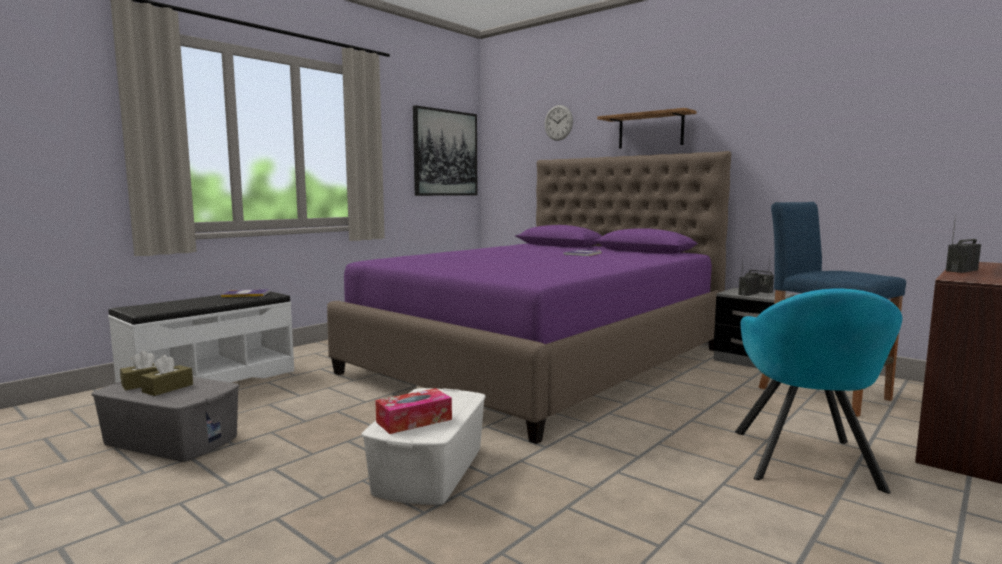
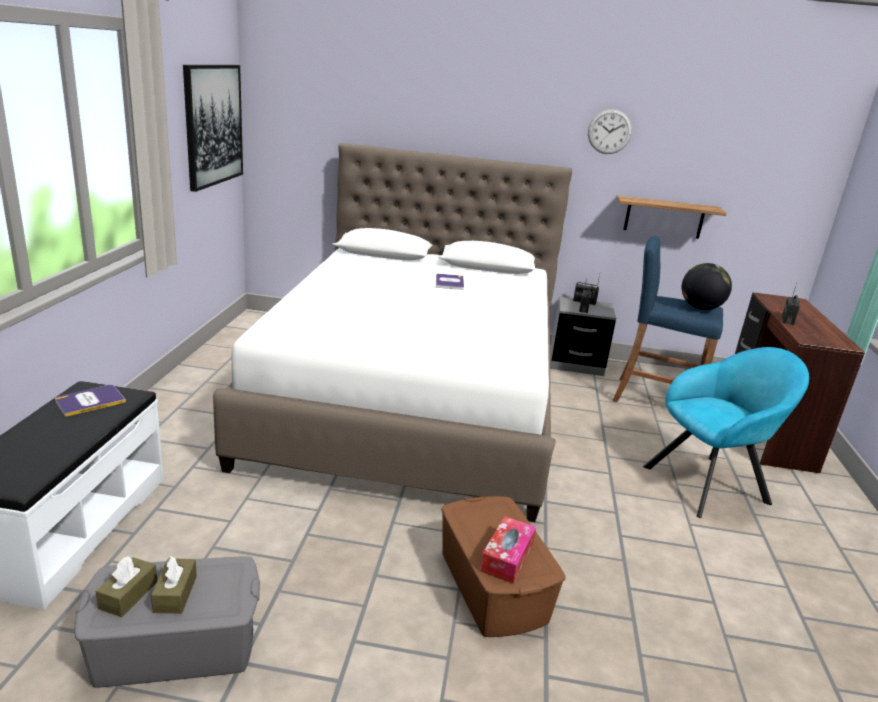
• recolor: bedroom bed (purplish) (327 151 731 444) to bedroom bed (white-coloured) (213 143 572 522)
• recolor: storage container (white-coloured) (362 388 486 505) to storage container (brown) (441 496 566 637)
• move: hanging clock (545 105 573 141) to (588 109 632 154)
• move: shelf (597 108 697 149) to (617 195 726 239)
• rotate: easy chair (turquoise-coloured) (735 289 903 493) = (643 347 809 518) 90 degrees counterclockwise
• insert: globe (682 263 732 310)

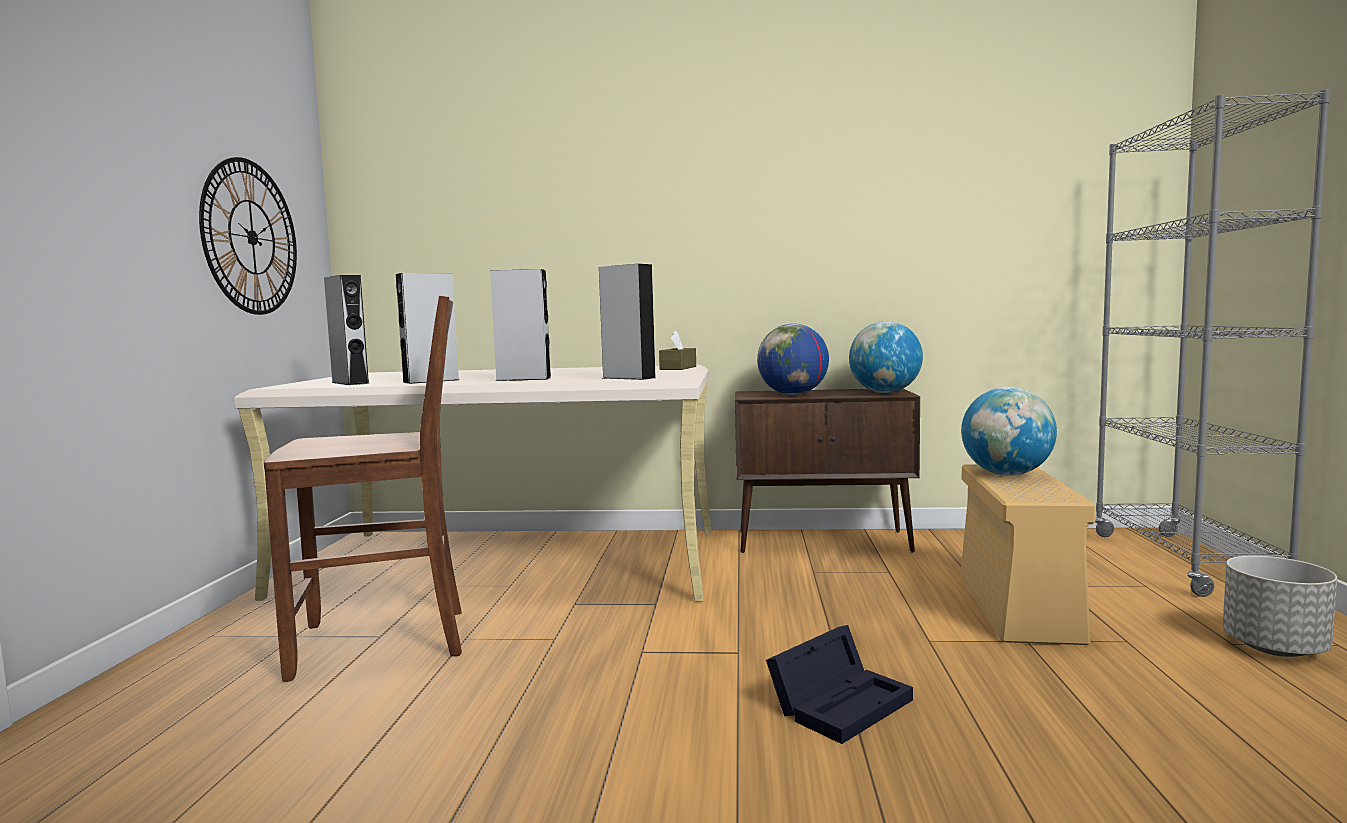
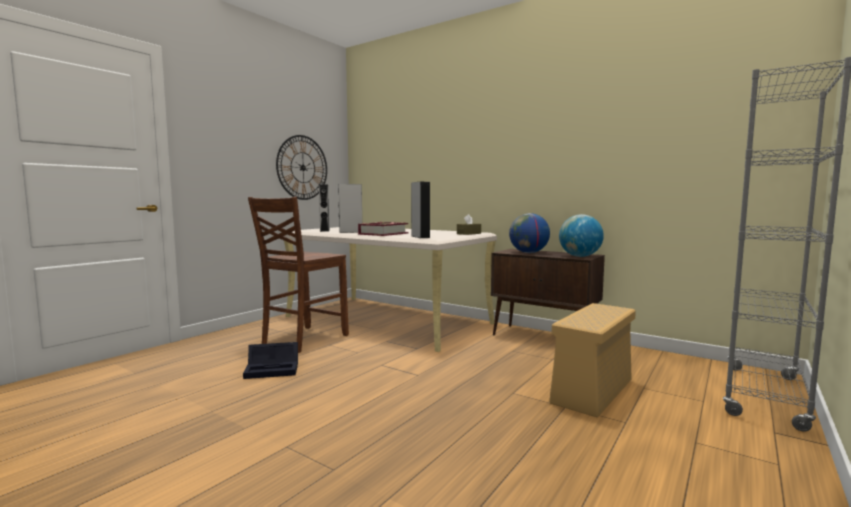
• rotate: upright chair (brown) (264 296 462 682) = (248 197 349 353) 105 degrees clockwise
• replace: audio speaker (gray) (490 269 551 381) to book (358 222 408 236)
• move: storage container (blackish) (766 625 913 744) to (243 342 298 379)
• delete: globe (961 387 1057 476)
• delete: flower pot (gray) (1223 556 1337 657)

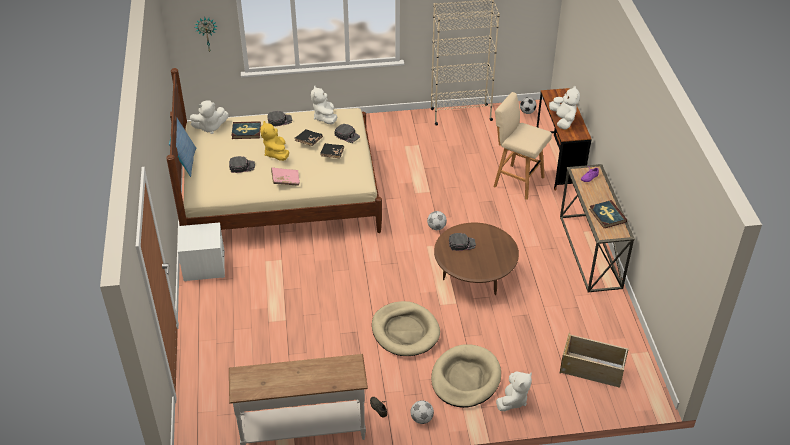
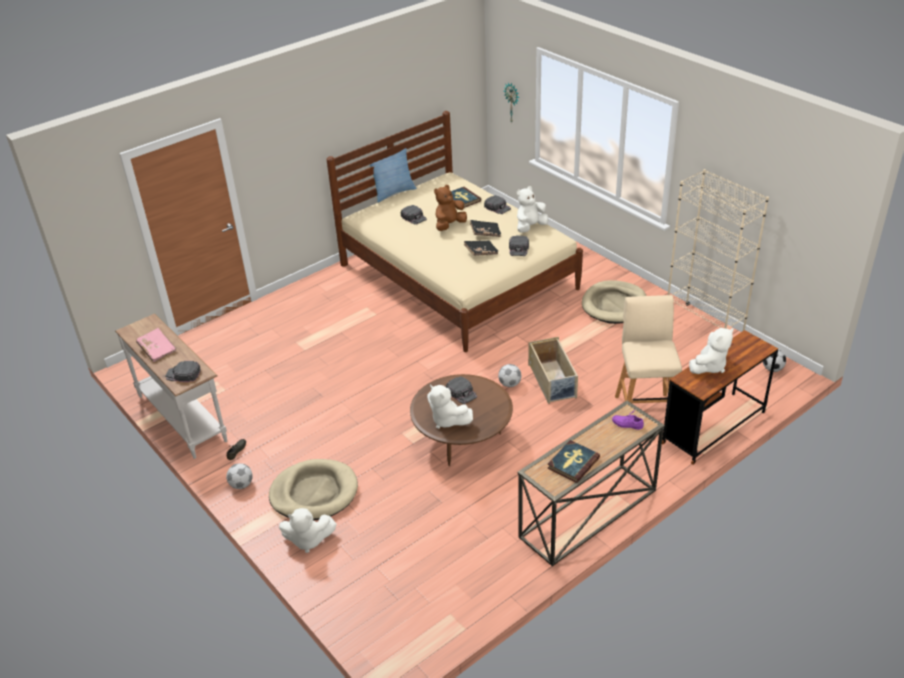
• delete: night table (white-coloured) (178 222 225 281)
• move: cuddly toy (white-coloured) (190 100 229 134) to (427 385 473 429)
• recolor: cuddly toy (yellow-coloured) (260 121 289 161) to cuddly toy (brown) (434 185 467 231)
• move: book (pink-coloured) (271 167 300 186) to (136 328 176 362)
• move: dog cushion (beige) (372 301 440 356) to (582 280 646 324)
• move: storage container (beige) (559 333 629 388) to (528 337 578 404)
• insert: peaked cap (blackish) (165 361 200 382)

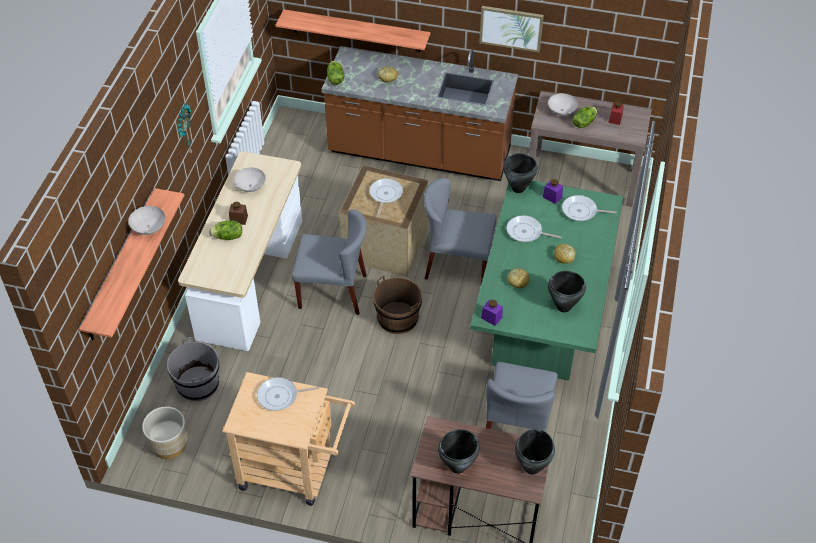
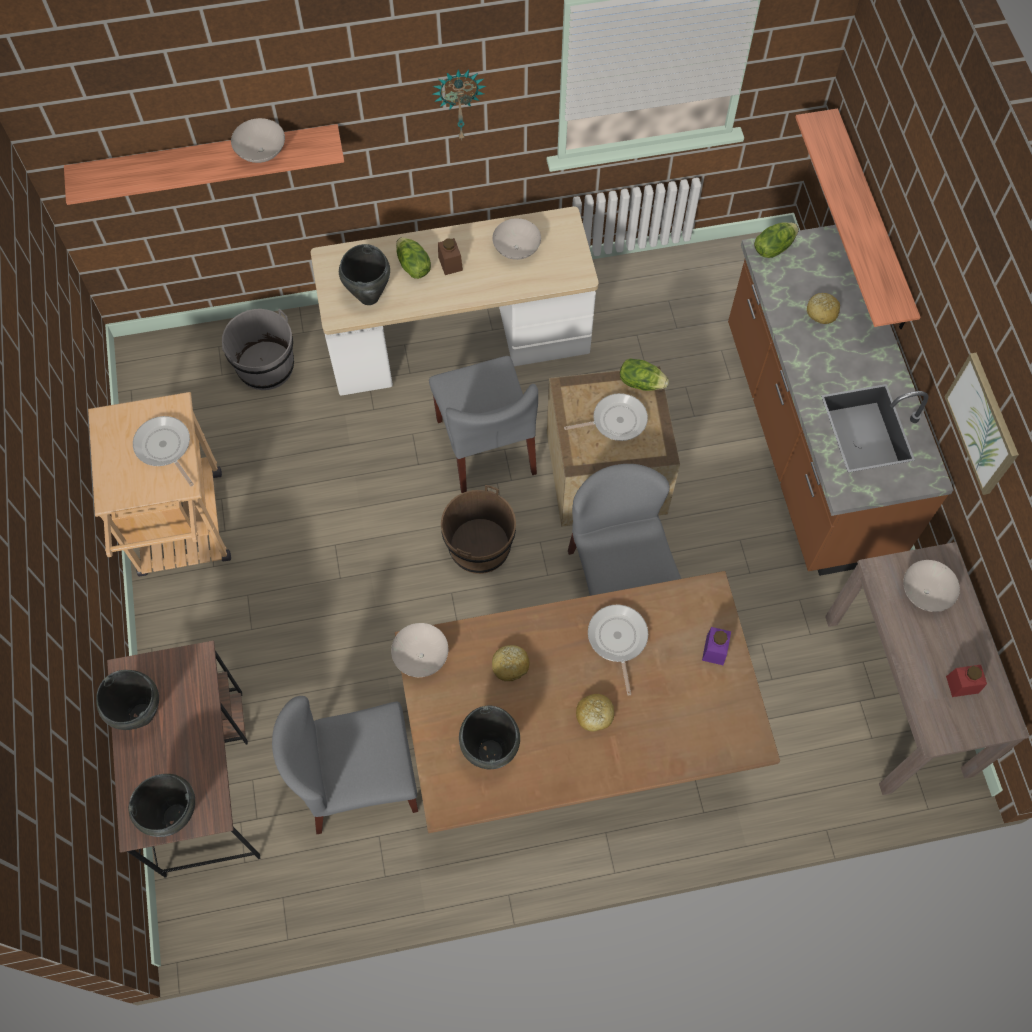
• delete: flower pot (beige) (142 407 188 459)
• recolor: dinner table (greenish) (470 181 623 381) to dinner table (brown) (395 571 780 833)
• replace: preserve jar (purplish) (481 300 503 326) to serving bowl (white-coloured) (391 623 448 677)
• move: saucepot (blackish) (503 153 538 193) to (339 244 390 305)
• delete: skillet (562 195 617 221)
• move: head of lettuce (573 107 597 128) to (620 358 669 391)

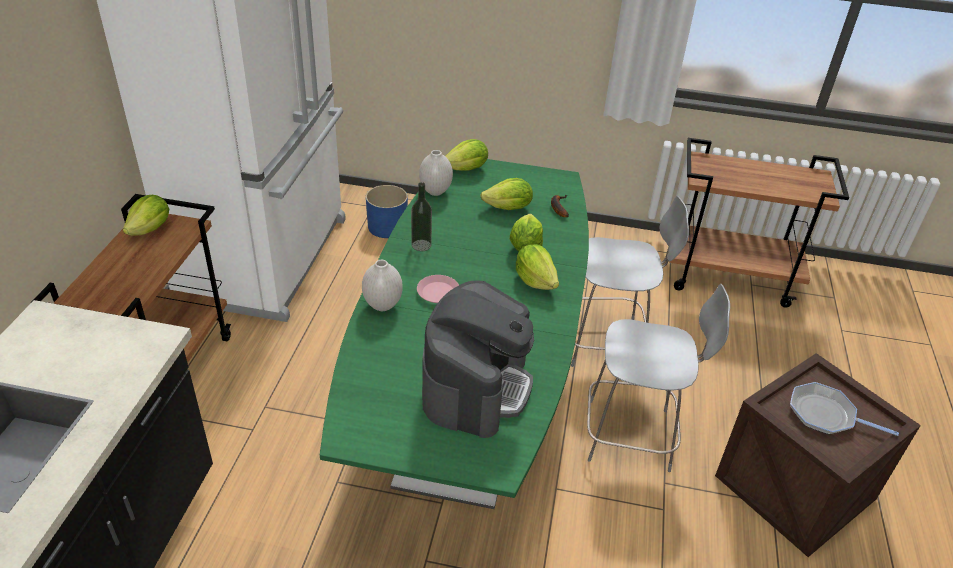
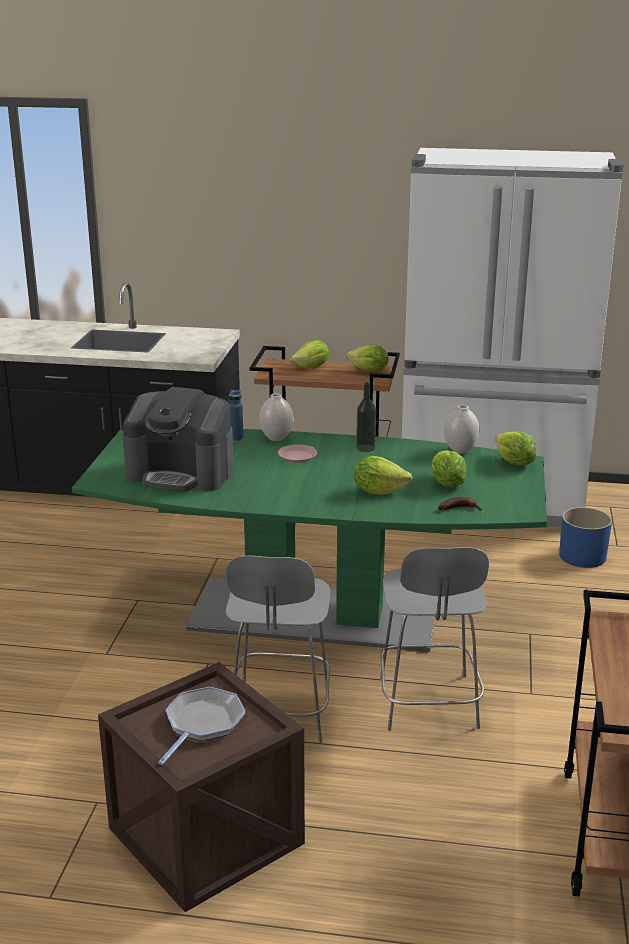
• move: head of lettuce (516 244 559 290) to (290 340 329 368)
• insert: beverage bottle (bluish) (228 390 244 442)

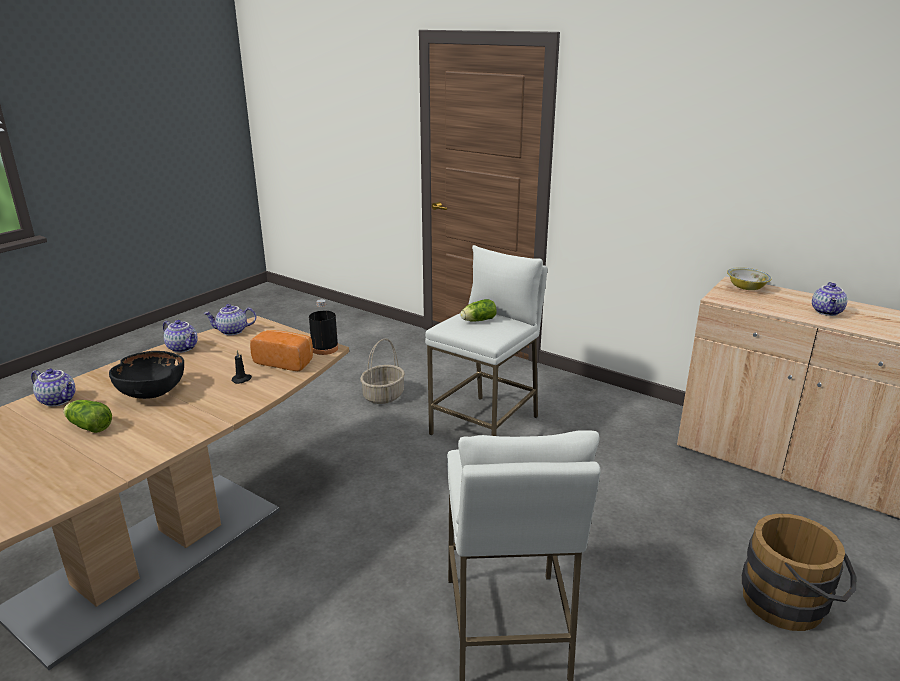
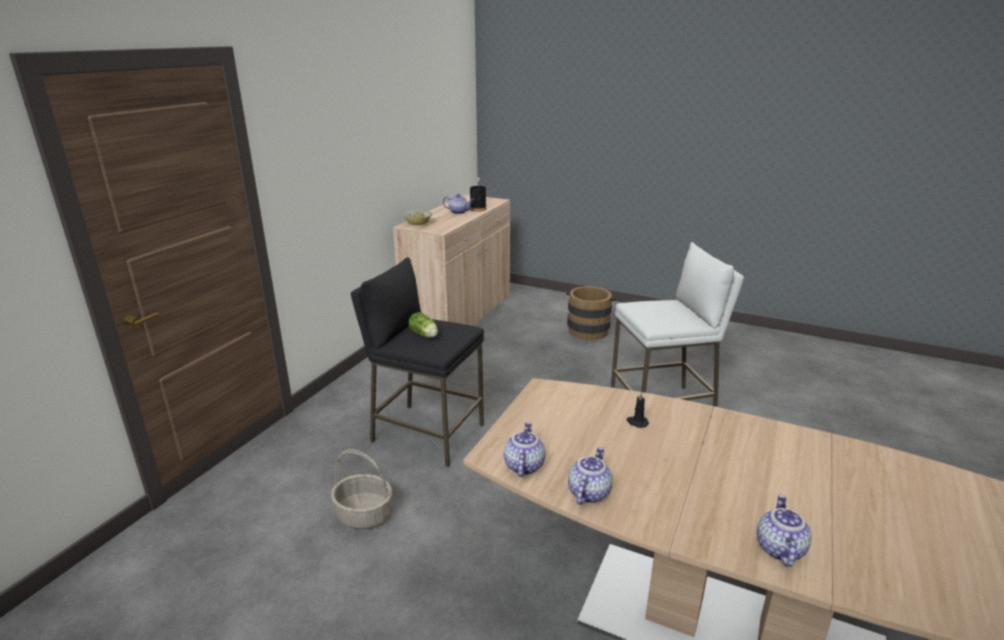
• delete: head of lettuce (63 400 112 433)
• delete: serving bowl (blackish) (109 351 184 399)
• rotate: pot for tea (204 304 256 335) = (504 422 545 477) 150 degrees counterclockwise
• delete: bread (250 330 313 371)
• move: beverage bottle (blackish) (309 299 339 355) to (470 178 486 212)
• recolor: sitting stool (white-coloured) (425 245 548 436) to sitting stool (blackish) (351 257 484 467)

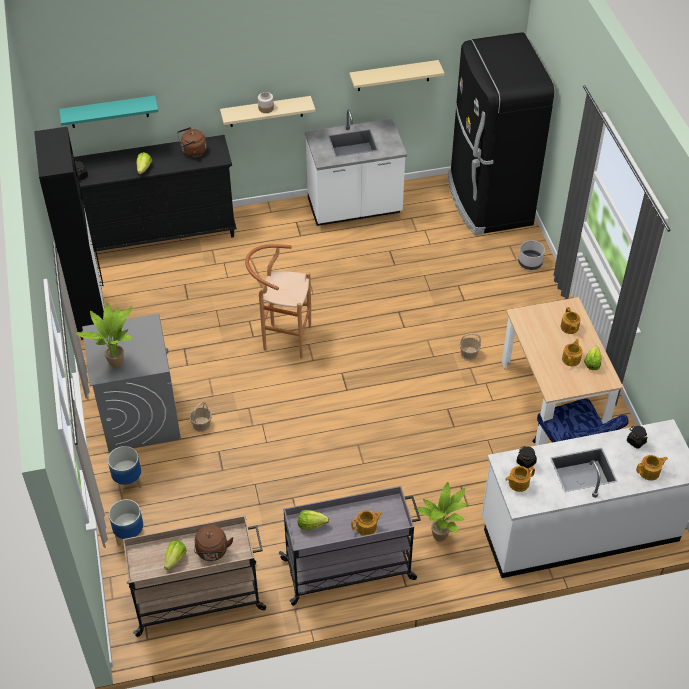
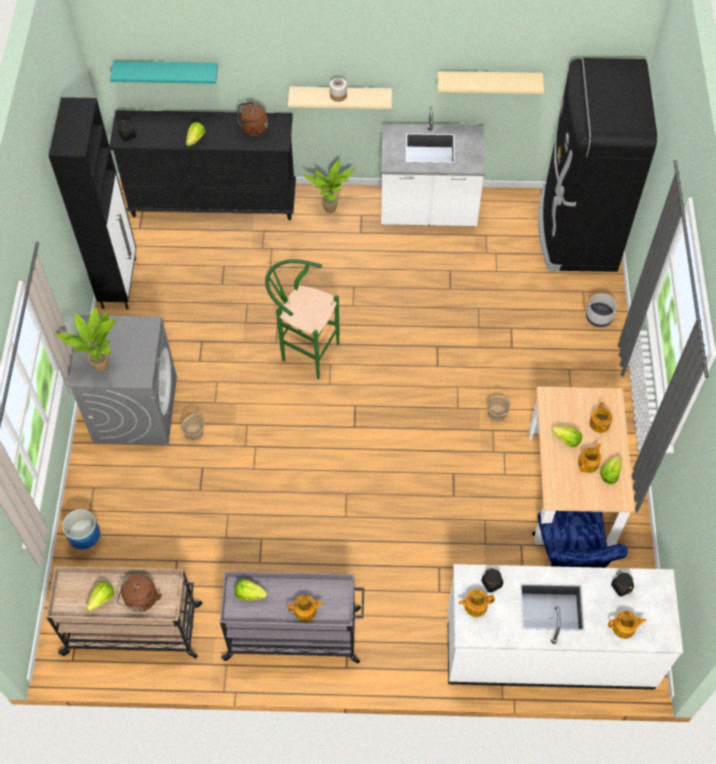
• delete: flower pot (108 446 142 494)
• recolor: sitting stool (brown) (245 244 311 358) to sitting stool (greenish) (265 259 339 379)
• move: potted plant (414 482 468 541) to (303 159 354 213)
• insert: head of lettuce (552 426 582 447)

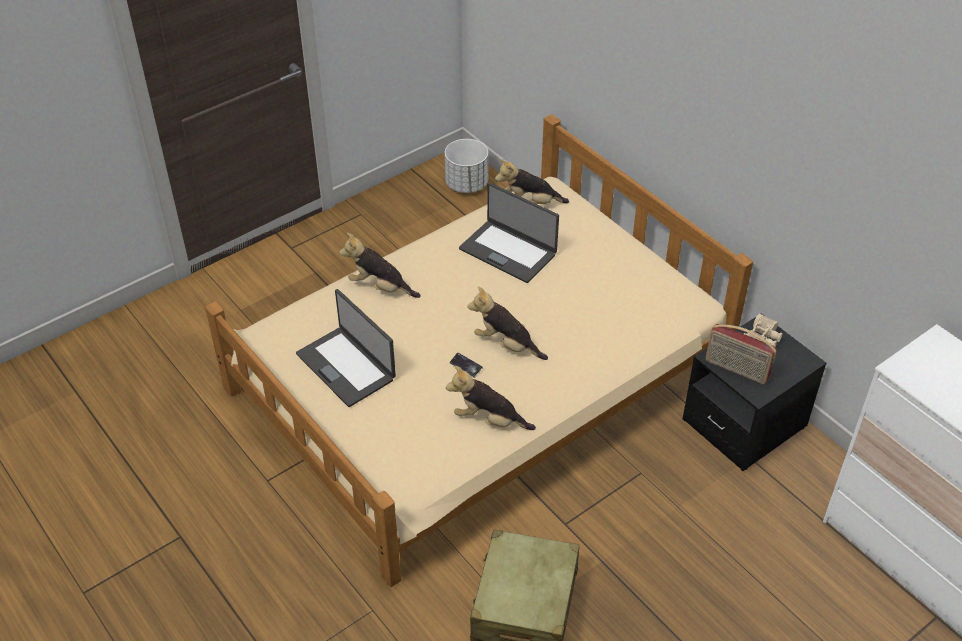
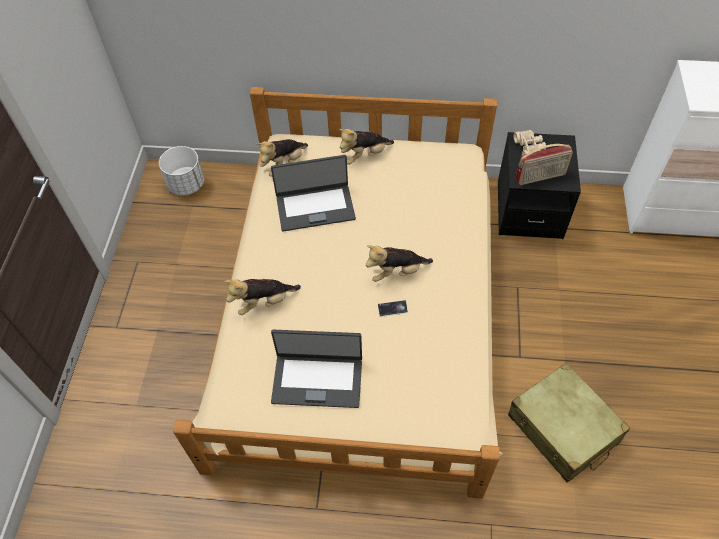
• move: cuddly toy (446 366 536 430) to (339 129 394 165)

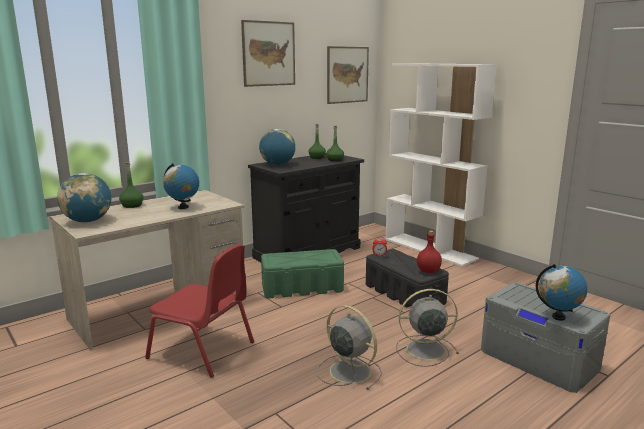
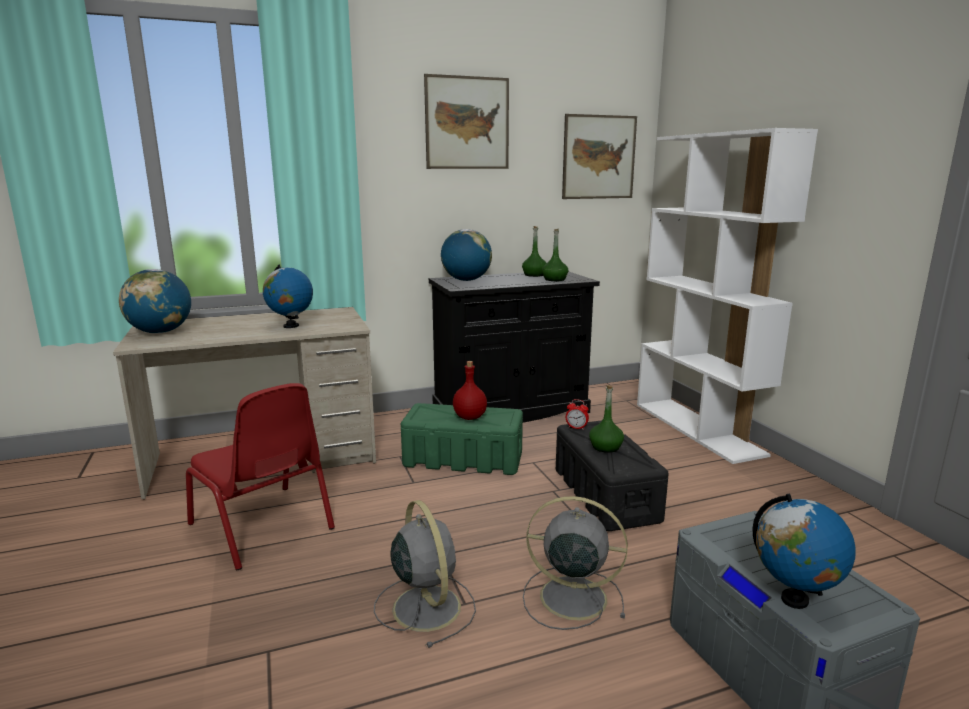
• move: beverage bottle (greenish) (119 162 144 208) to (589 385 624 453)
• move: beverage bottle (red-coloured) (417 231 442 273) to (453 361 487 420)

